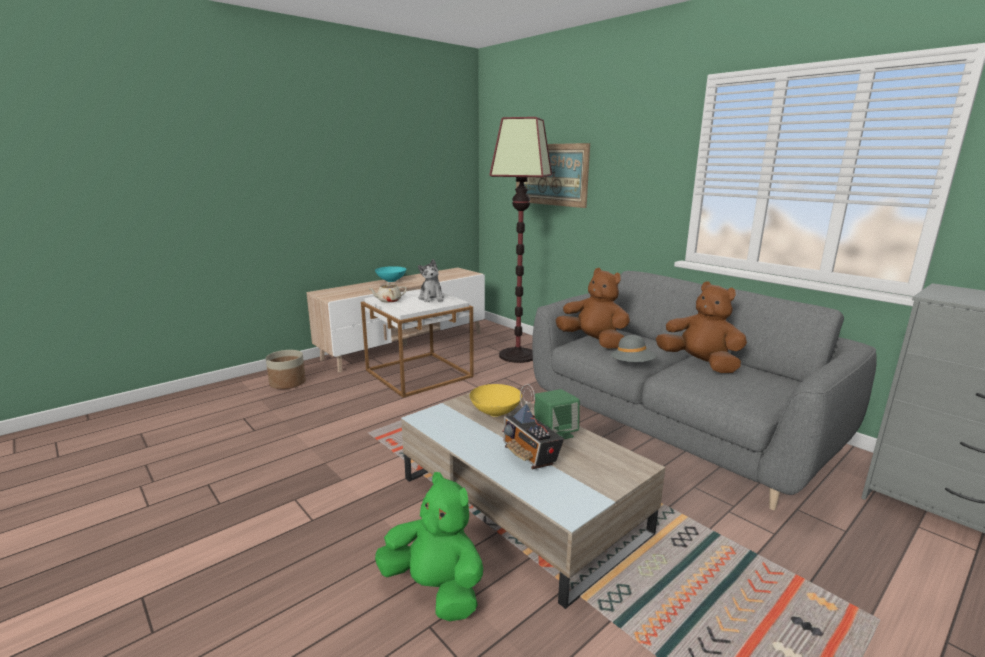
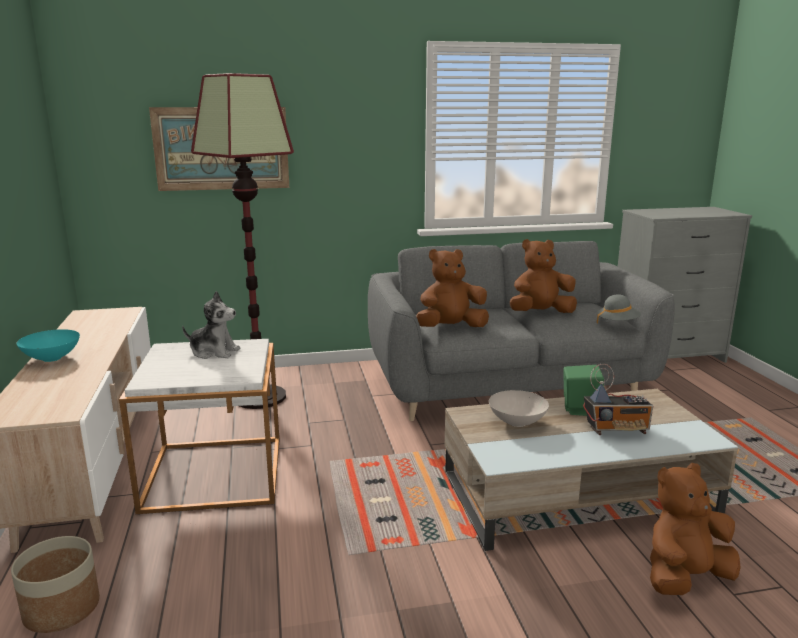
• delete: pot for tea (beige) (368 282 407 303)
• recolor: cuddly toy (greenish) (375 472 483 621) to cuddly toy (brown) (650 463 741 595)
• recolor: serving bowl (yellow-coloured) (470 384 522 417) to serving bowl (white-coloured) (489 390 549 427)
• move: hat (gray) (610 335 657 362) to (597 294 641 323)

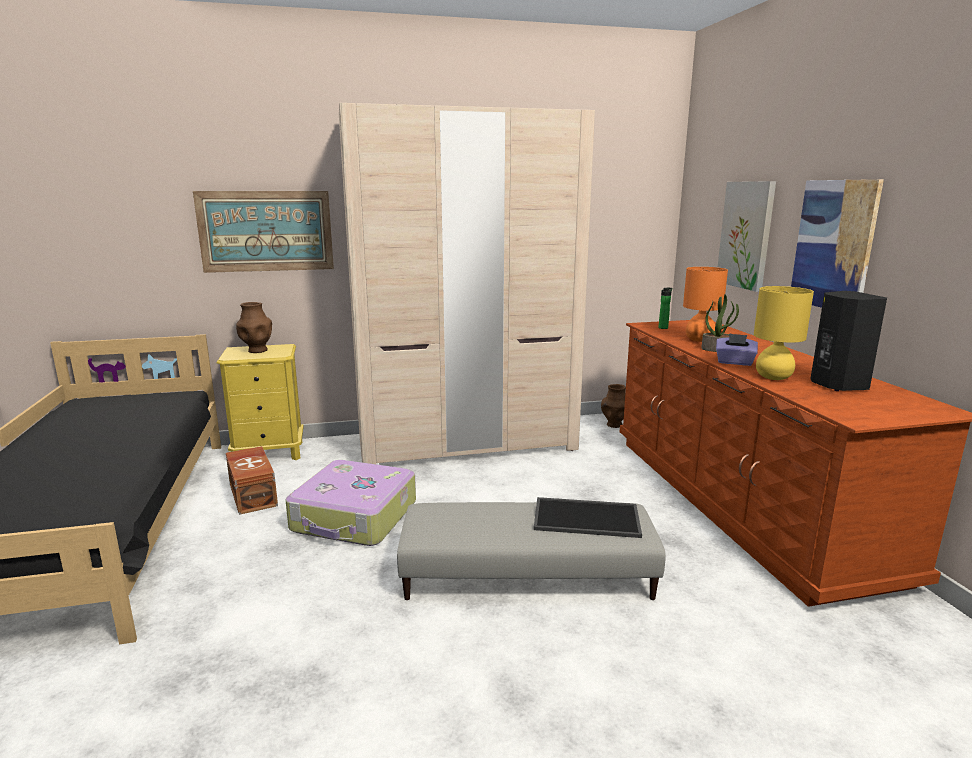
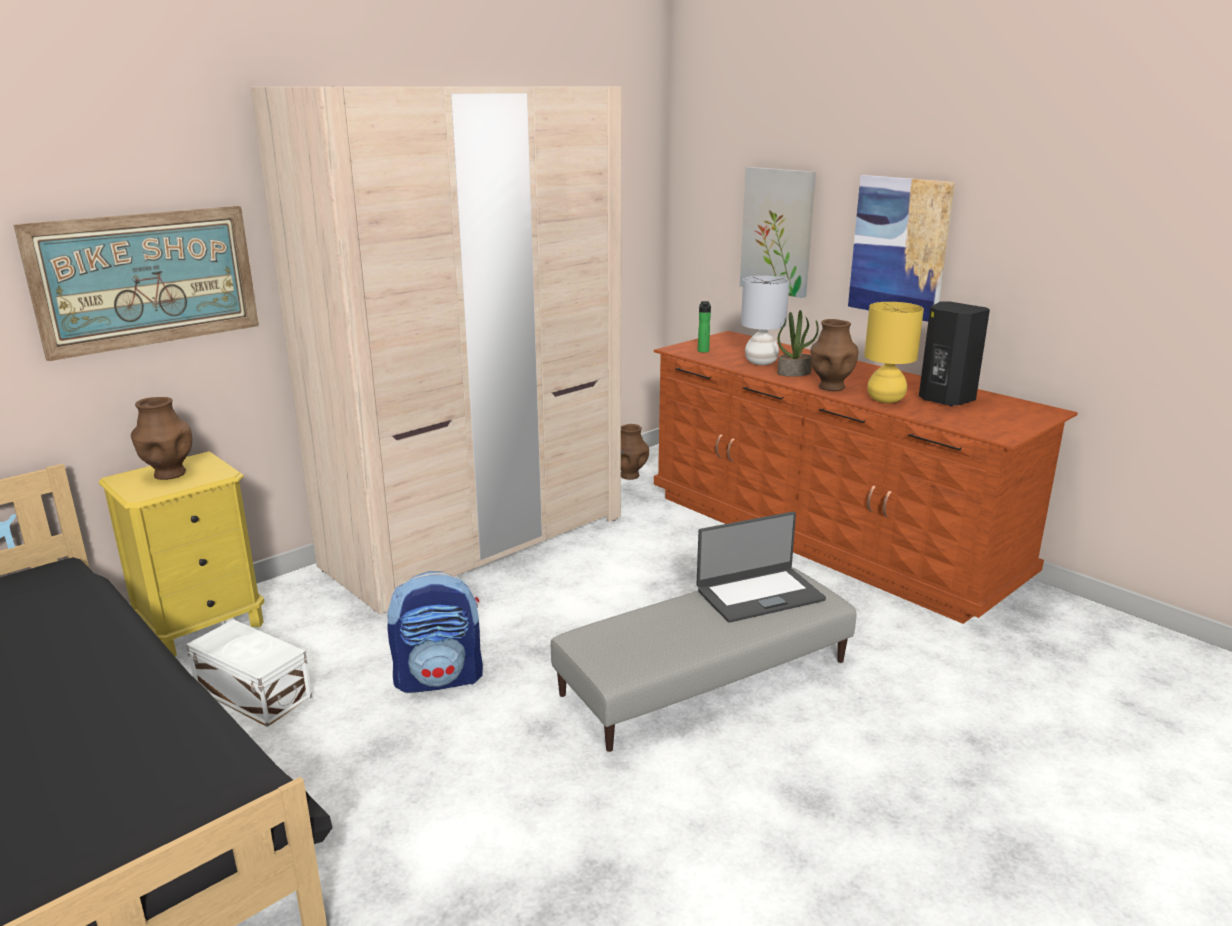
• recolor: storage container (brown) (226 446 278 515) to storage container (white-coloured) (186 619 312 727)
• replace: piece of luggage (286 460 416 546) to backpack (387 571 483 693)
• replace: carrying tray (534 497 642 538) to laptop (696 512 826 623)
• recolor: table lamp (orange) (683 267 728 342) to table lamp (gray) (741 276 790 365)
• replace: tissue box (purplish) (716 333 758 366) to decorative vase (brown) (811 319 858 391)

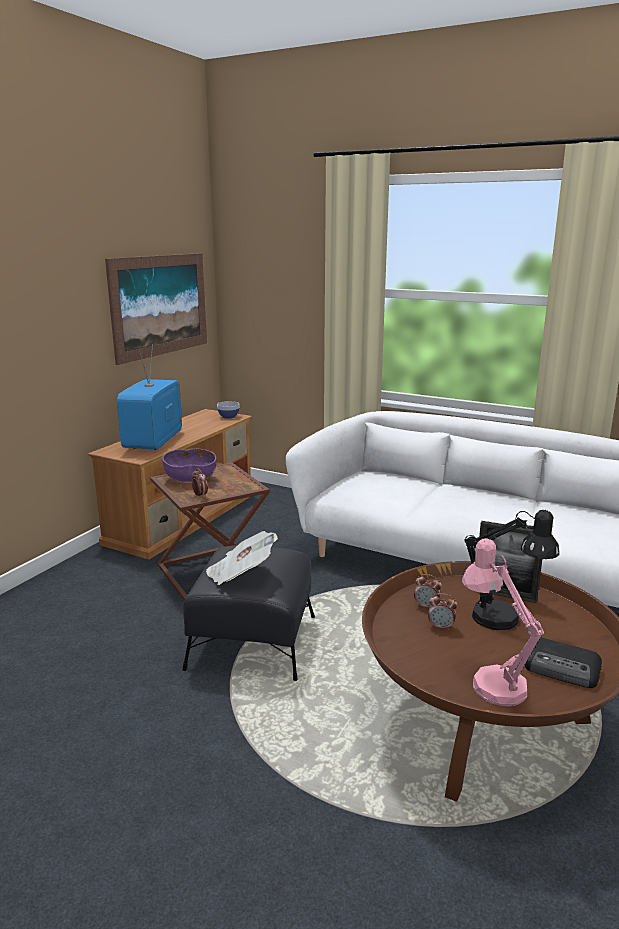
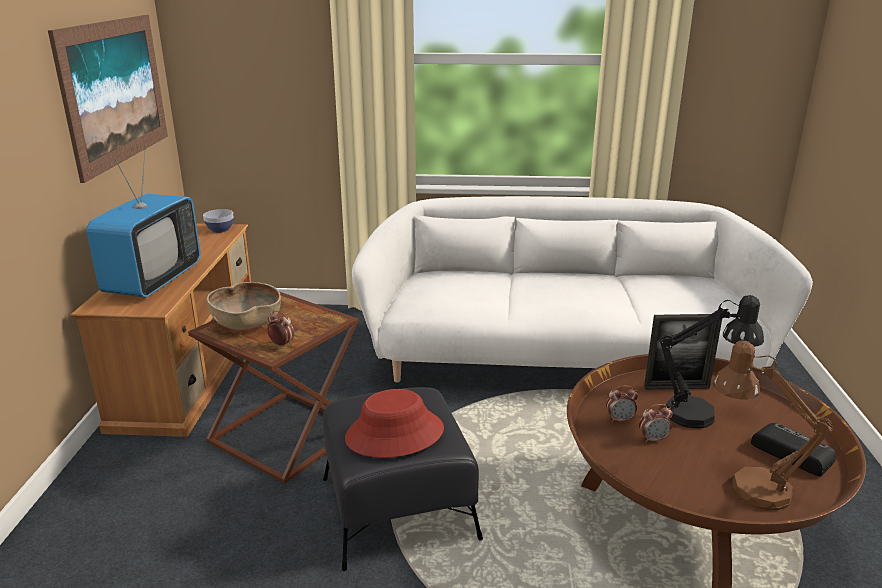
• rotate: TV set (117 344 182 450) = (86 149 201 298) 150 degrees counterclockwise
• recolor: serving bowl (purplish) (162 448 217 482) to serving bowl (brown) (207 282 281 330)
• replace: daily paper (206 531 278 585) to hat (red-coloured) (345 389 444 458)
• recolor: table lamp (pink-coloured) (462 538 544 706) to table lamp (brown) (713 341 833 510)
• rotate: radio receiver (525 637 602 688) = (751 423 836 476) 135 degrees counterclockwise

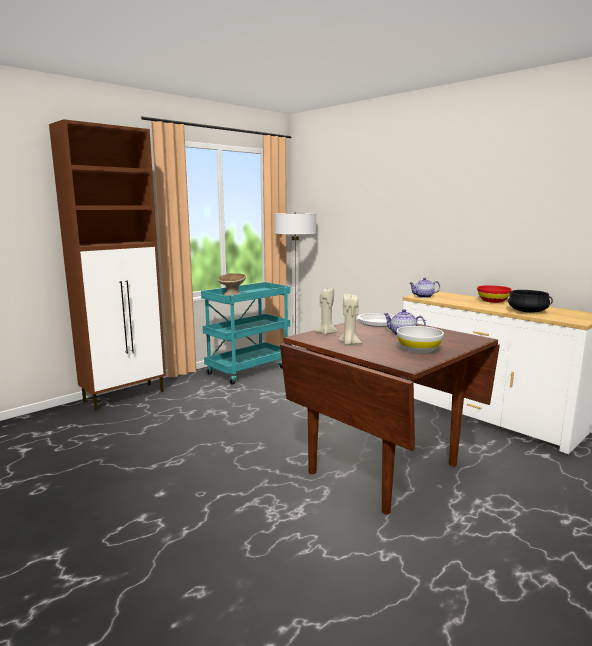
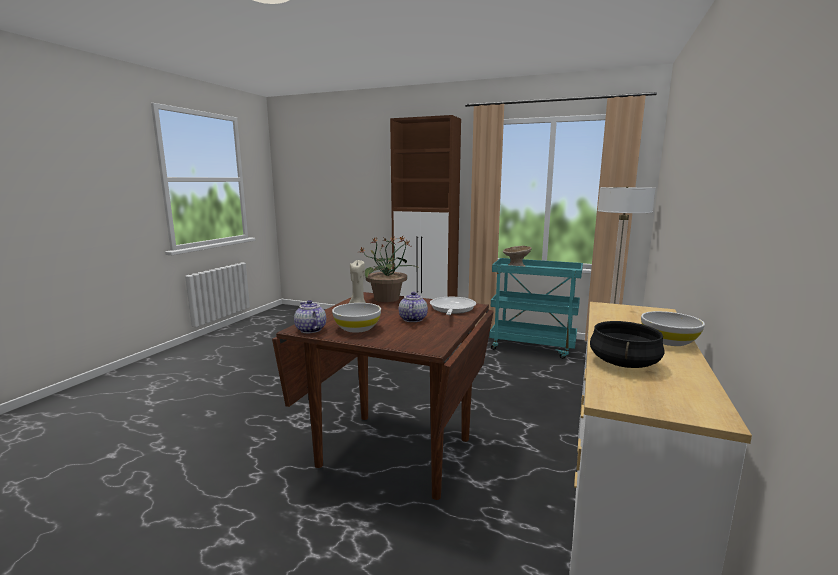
• replace: candle (beige) (315 288 338 335) to potted plant (360 236 417 302)
• move: pot for tea (409 278 440 298) to (294 300 326 333)
• recolor: serving bowl (red-coloured) (477 285 512 303) to serving bowl (white-coloured) (641 311 705 346)

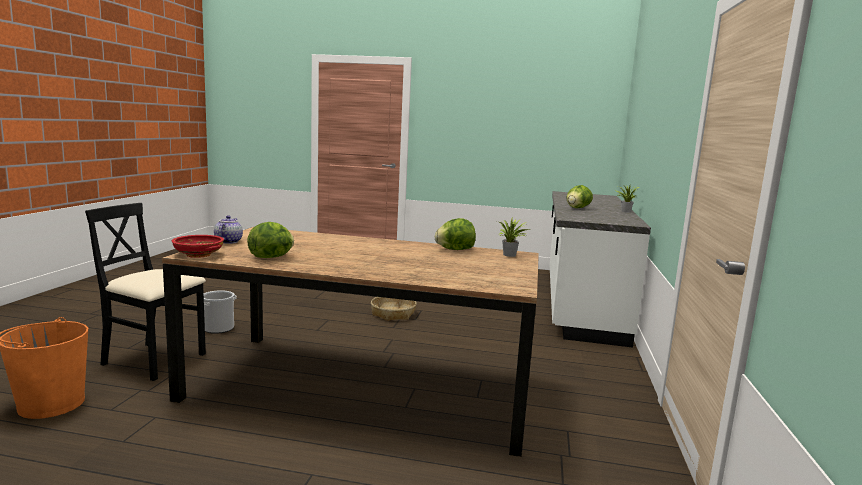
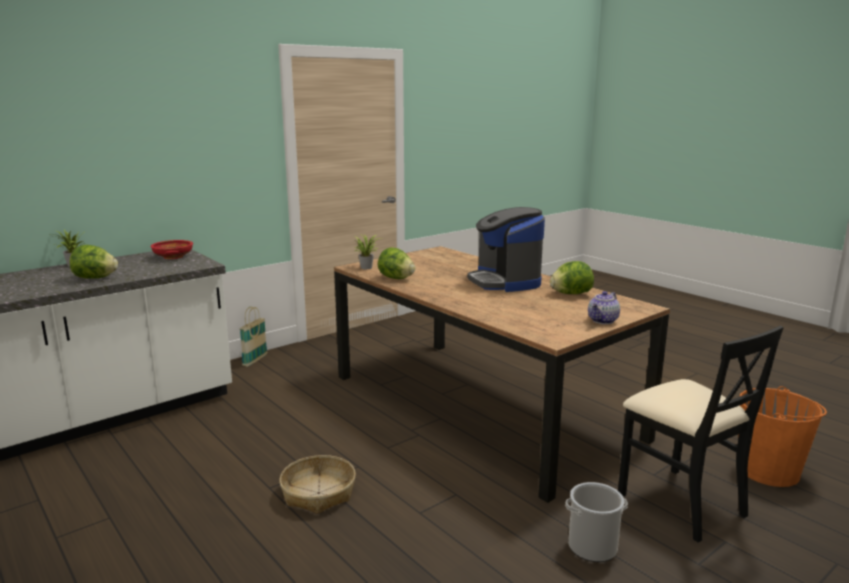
• move: serving bowl (red-coloured) (172 235 224 258) to (151 240 193 259)
• insert: storage basket (240 307 267 367)
• insert: coffee brewer (467 207 545 292)

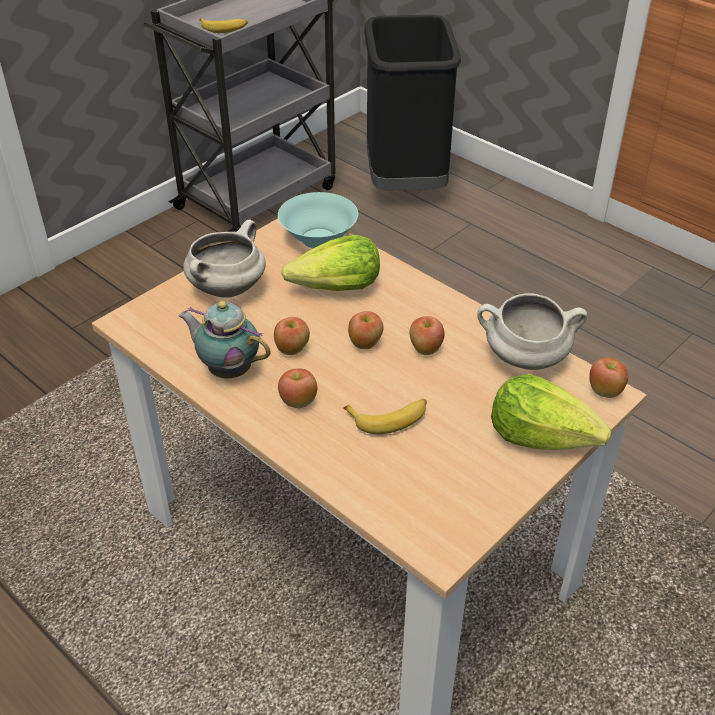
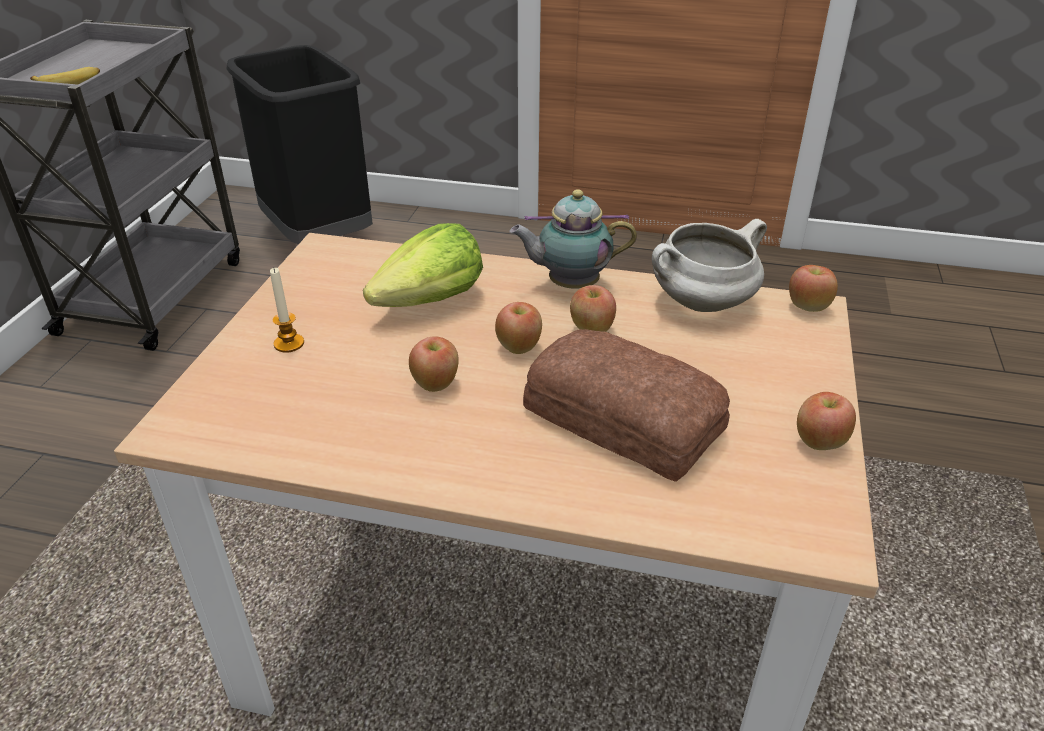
• move: pot for tea (178 301 271 378) to (509 189 637 289)
• replace: saucepot (white-coloured) (183 220 266 298) to candle (270 268 304 353)
• delete: serving bowl (turquoise-coloured) (278 192 358 248)
• move: whole apple (278 368 317 408) to (797 392 856 450)
• replace: banana fruit (343 399 427 434) to bread (523 329 730 482)
• delete: head of lettuce (491 374 611 450)

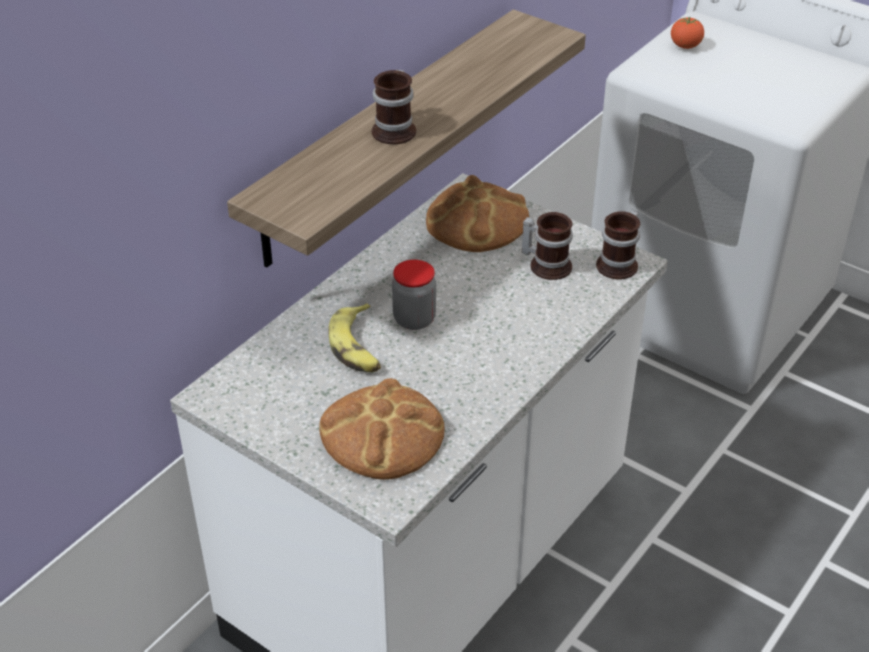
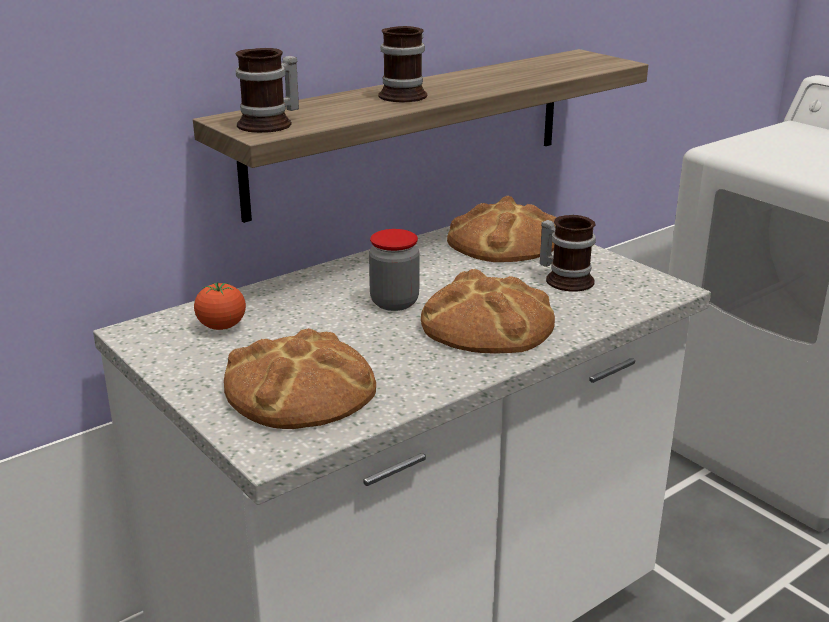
• delete: banana fruit (328 303 381 372)
• move: coffee mug (596 211 640 279) to (236 48 299 133)
• move: fresh tomato (671 17 704 49) to (194 282 246 330)
• insert: bread (421 269 555 354)

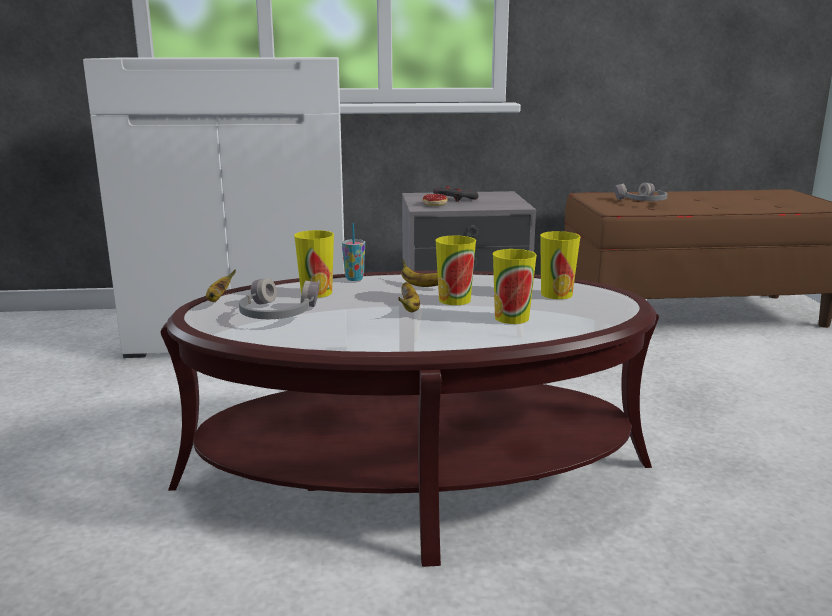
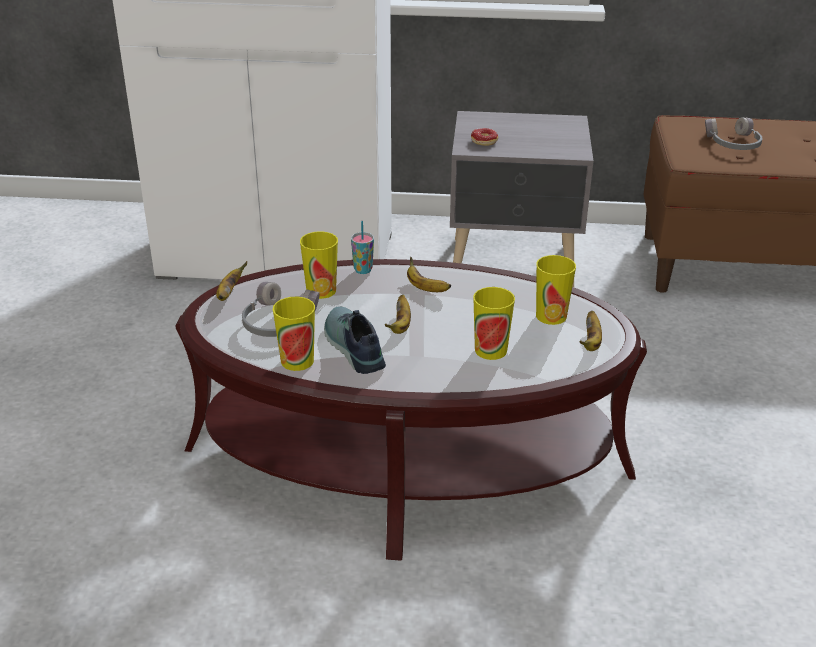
• delete: gamepad (gray) (433 186 479 202)
• move: small cup (435 236 476 305) to (273 297 315 371)
• insert: shoe (324 306 386 374)
• insert: banana fruit (580 311 602 351)

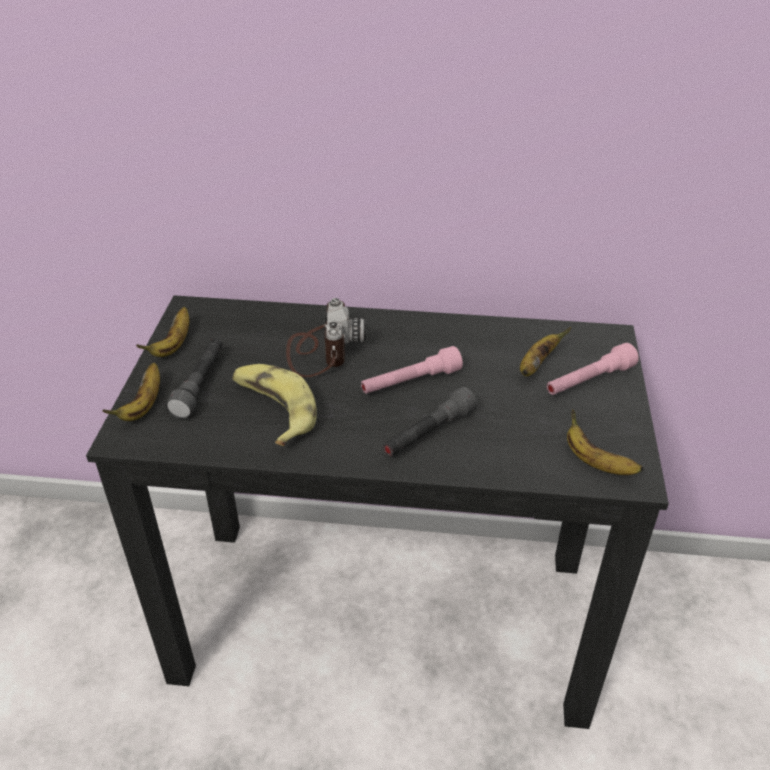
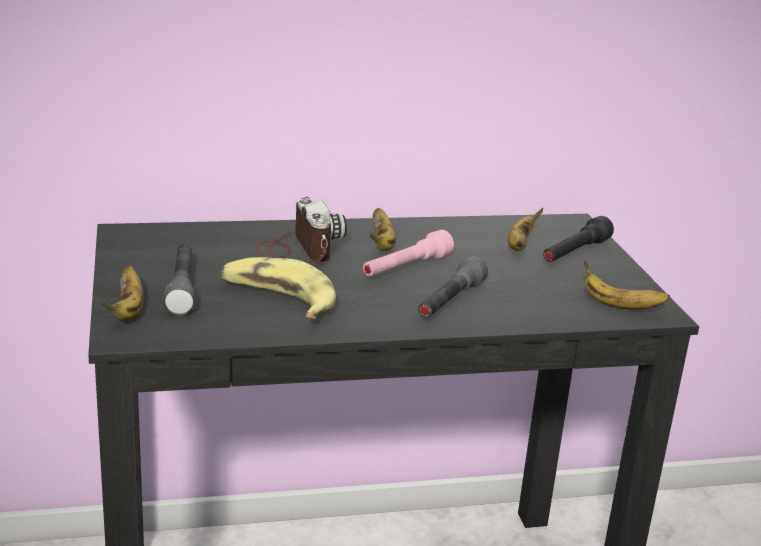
• move: banana fruit (136 307 189 357) to (370 208 396 251)
• recolor: torch (pink-coloured) (547 343 639 395) to torch (blackish) (543 216 614 262)

